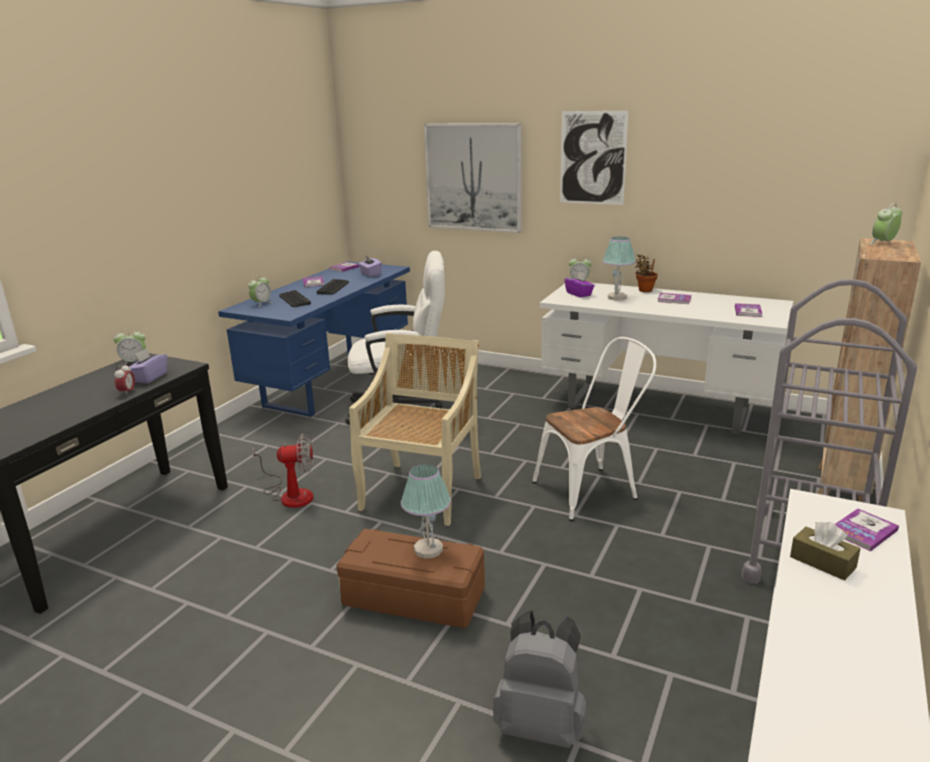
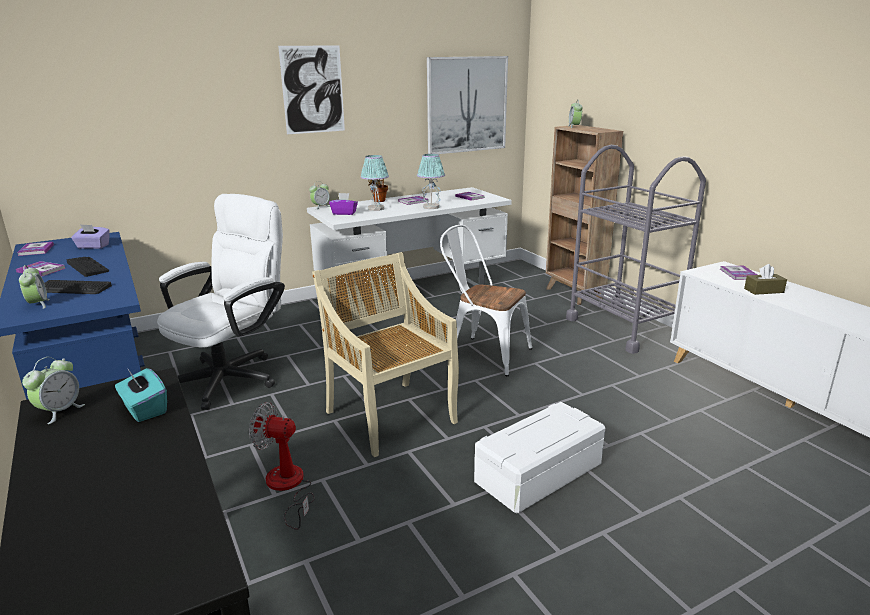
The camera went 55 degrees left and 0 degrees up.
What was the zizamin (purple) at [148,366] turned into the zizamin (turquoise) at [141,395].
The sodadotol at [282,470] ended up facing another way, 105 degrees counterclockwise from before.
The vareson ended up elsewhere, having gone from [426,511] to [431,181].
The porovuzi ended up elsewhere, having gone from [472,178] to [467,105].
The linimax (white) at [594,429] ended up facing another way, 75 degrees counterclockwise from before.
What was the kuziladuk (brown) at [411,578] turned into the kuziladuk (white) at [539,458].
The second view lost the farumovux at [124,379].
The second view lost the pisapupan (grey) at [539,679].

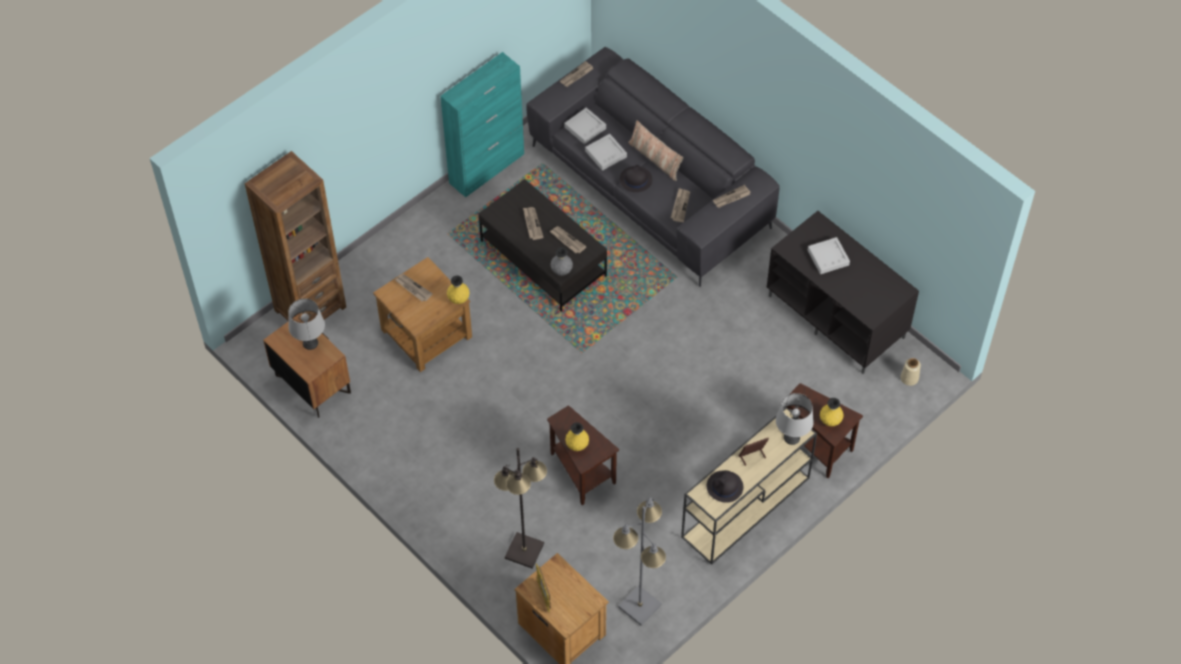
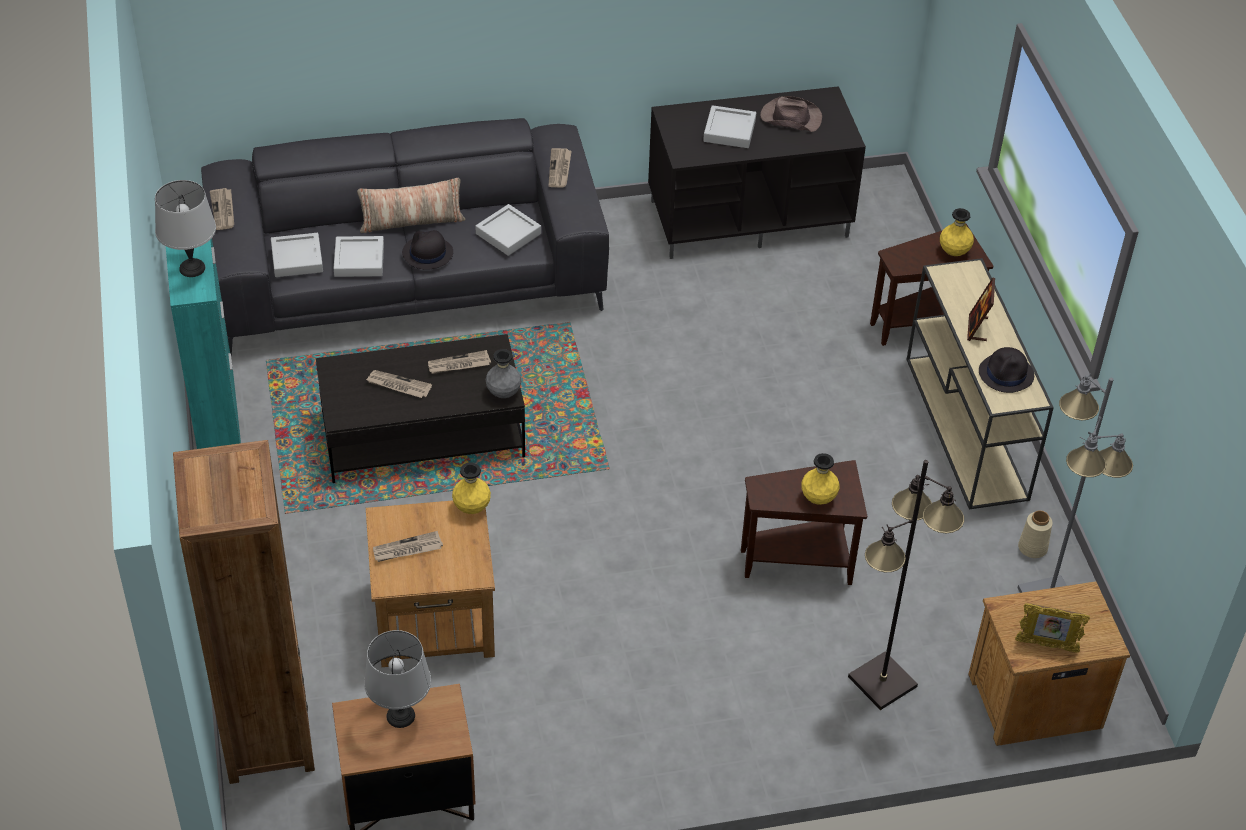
The camera went 60 degrees left and 10 degrees down.
The vareson (grey) ended up elsewhere, having gone from [795,419] to [185,228].
Where the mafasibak stood at [680,205], the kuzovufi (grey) came to stand at [508,230].
The second view gained the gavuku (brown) at [791,114].
The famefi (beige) ended up elsewhere, having gone from [911,372] to [1035,534].

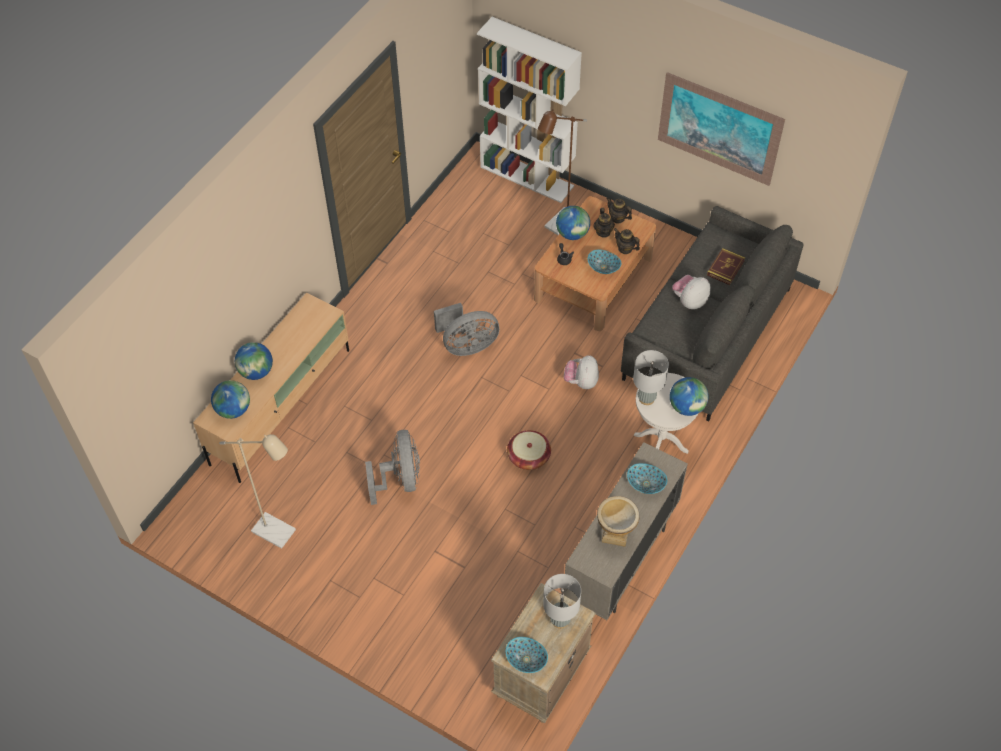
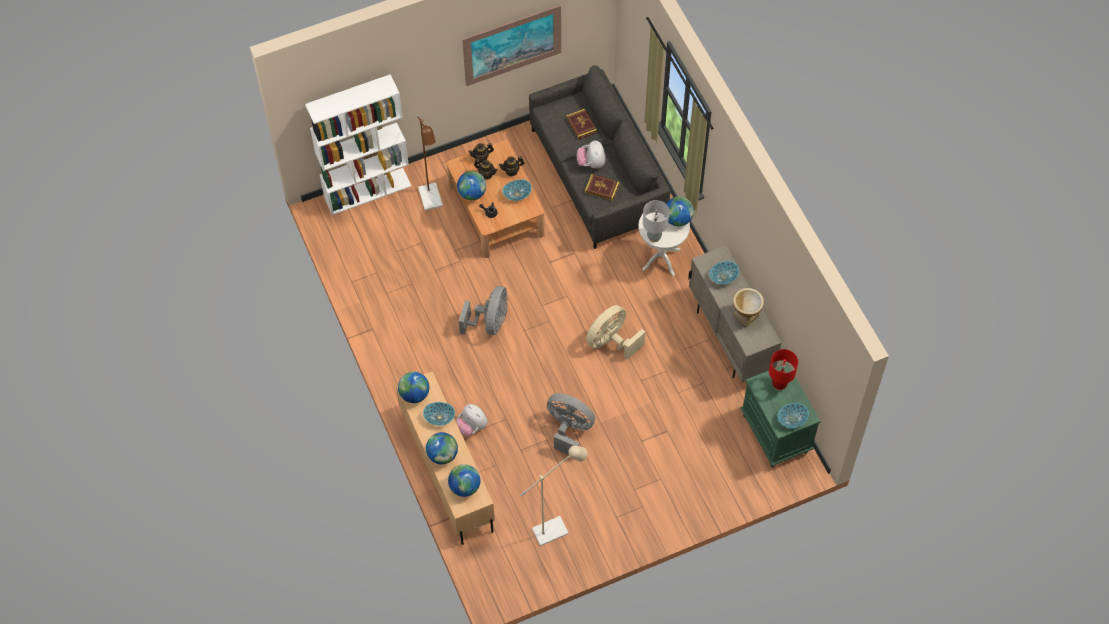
The camera went 55 degrees left and 5 degrees up.
The second view gained the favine at [413,387].
The second view gained the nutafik at [439,414].
The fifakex ended up elsewhere, having gone from [581,372] to [472,420].
The second view gained the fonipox at [602,187].
Where the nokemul stood at [529,450], the sodadotol (beige) came to stand at [616,332].
What was the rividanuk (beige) at [543,653] turned into the rividanuk (green) at [780,415].
What was the vareson (grey) at [562,601] turned into the vareson (red) at [783,370].

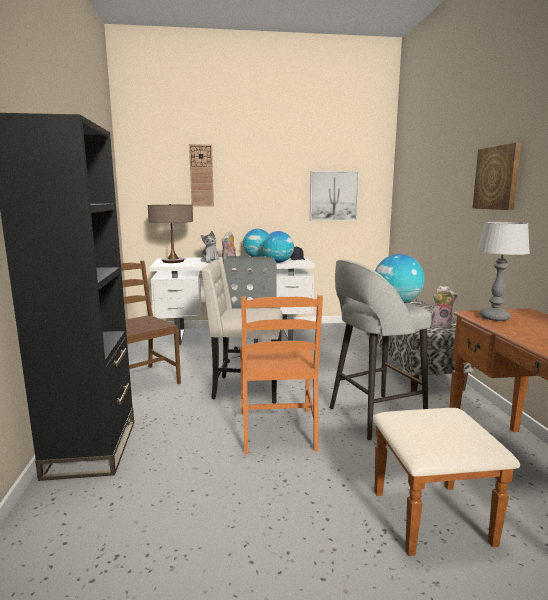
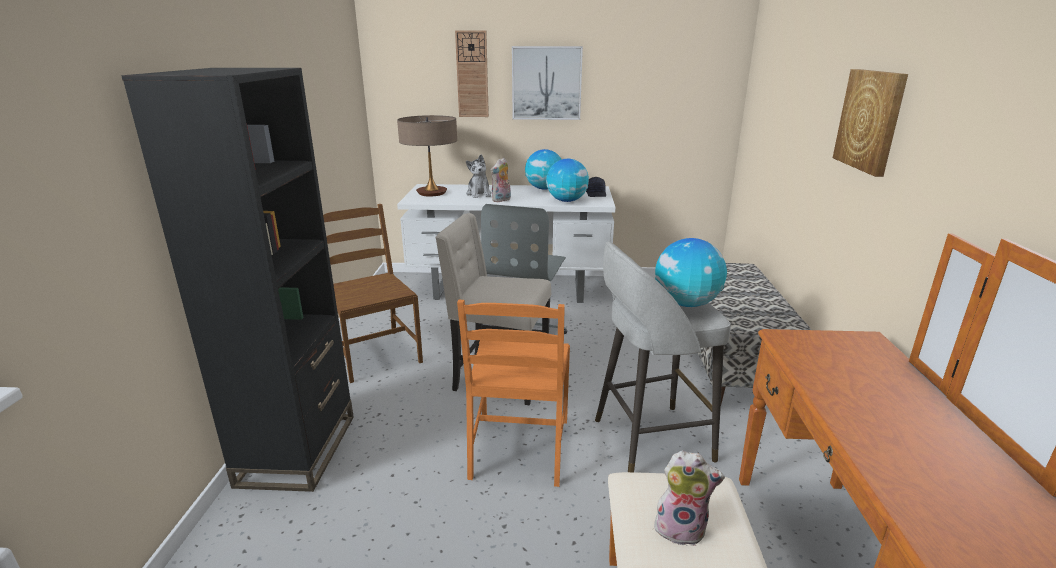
The camera went 10 degrees right and 10 degrees up.
The porovuzi ended up elsewhere, having gone from [334,196] to [547,83].
The fifakex ended up elsewhere, having gone from [444,307] to [689,498].
The second view lost the vareson at [503,271].

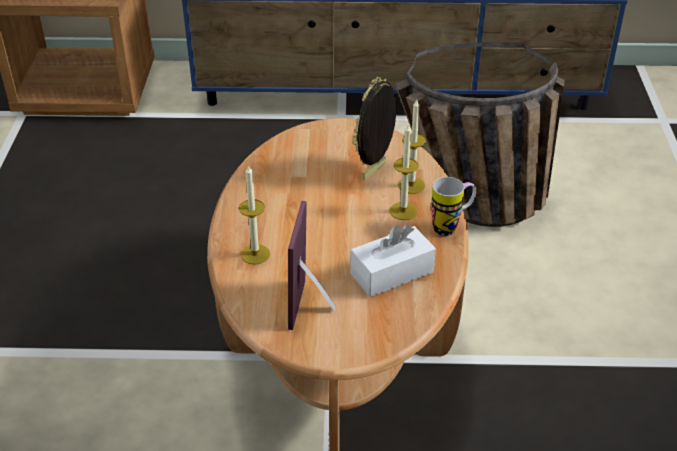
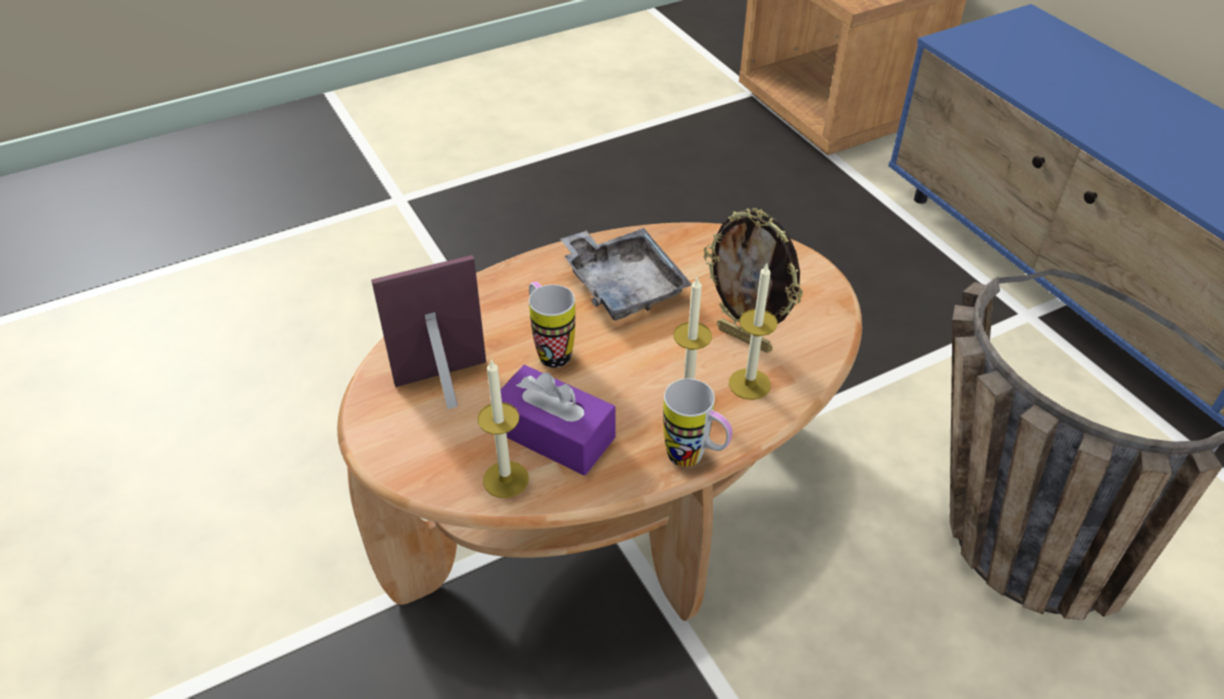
The camera went 60 degrees right and 5 degrees up.
The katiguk ended up elsewhere, having gone from [254,214] to [503,428].
What was the zizamin (white) at [393,260] turned into the zizamin (purple) at [558,420].
The second view gained the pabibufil at [552,325].
The second view gained the kuzovufi (grey) at [626,274].
The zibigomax at [374,129] ended up facing another way, 150 degrees counterclockwise from before.

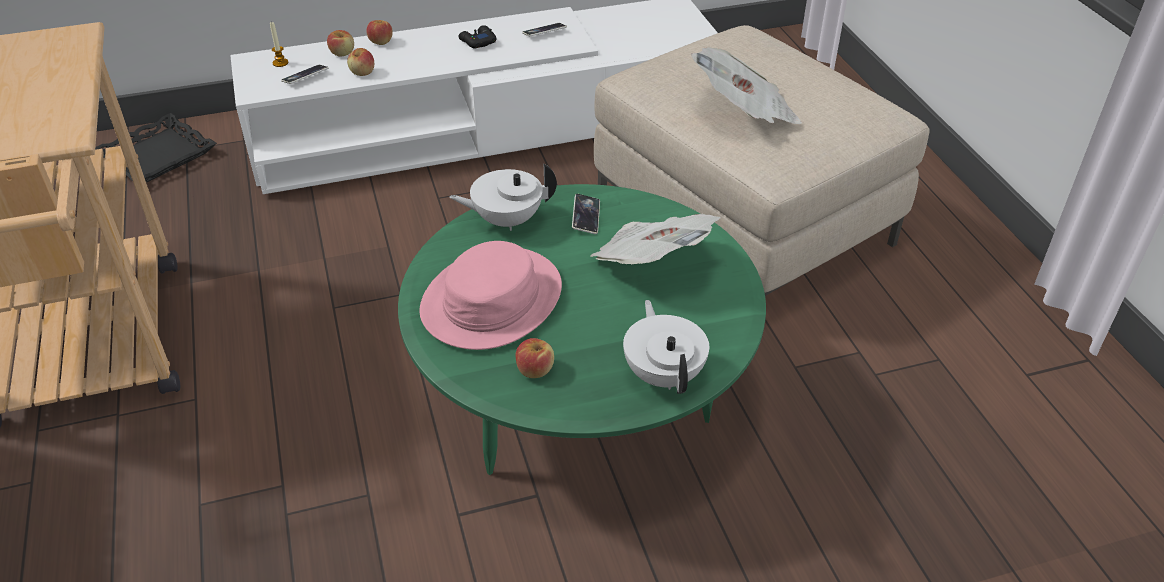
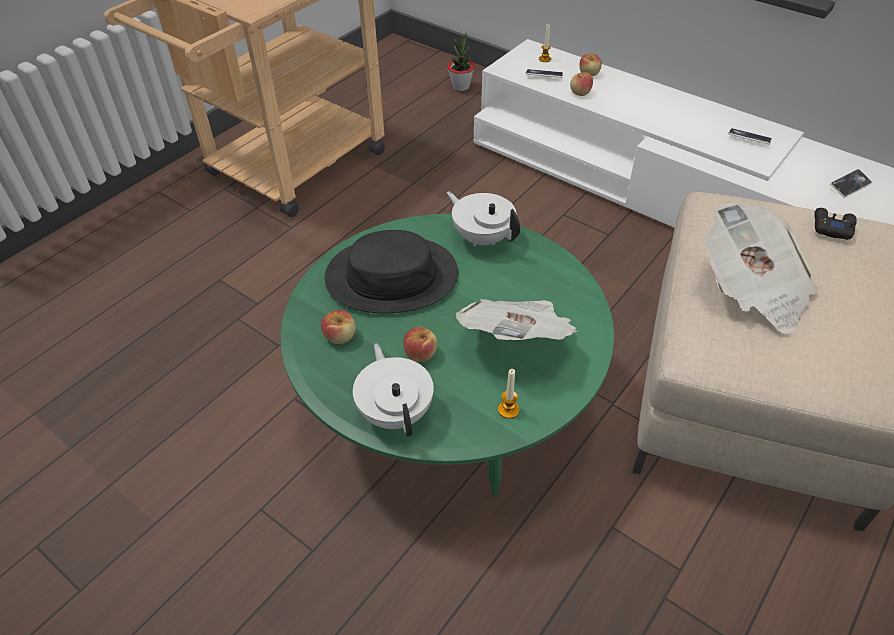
The camera went 55 degrees right and 5 degrees up.
What was the gavuku (pink) at [491,295] turned into the gavuku (black) at [391,271].
The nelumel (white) at [666,347] ended up facing another way, 60 degrees counterclockwise from before.
The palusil ended up elsewhere, having gone from [379,32] to [420,344].
Where the kuzovufi (black) stood at [156,148], the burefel came to stand at [461,61].
The second view gained the katiguk at [508,394].
The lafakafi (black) ended up elsewhere, having gone from [477,36] to [835,224].
The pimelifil ended up elsewhere, having gone from [586,214] to [851,183].

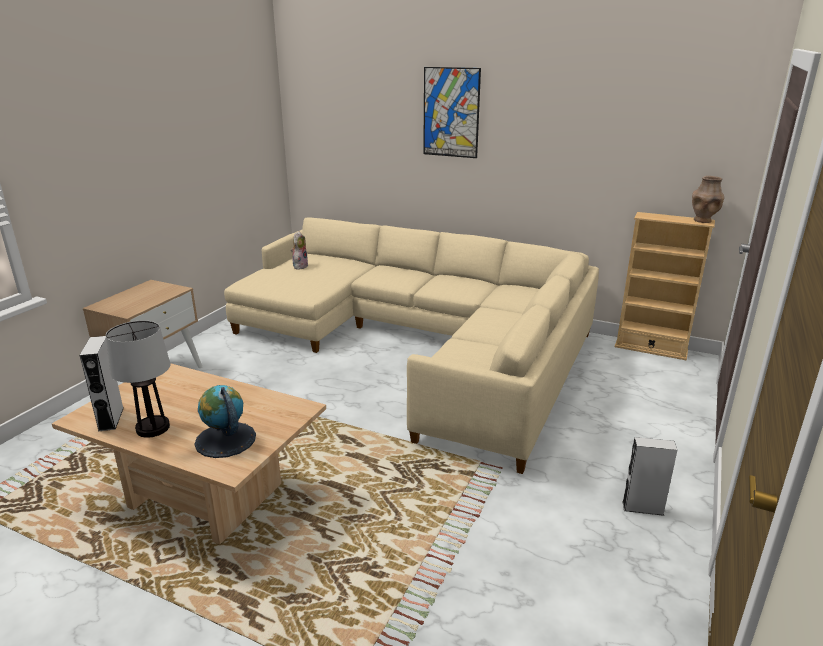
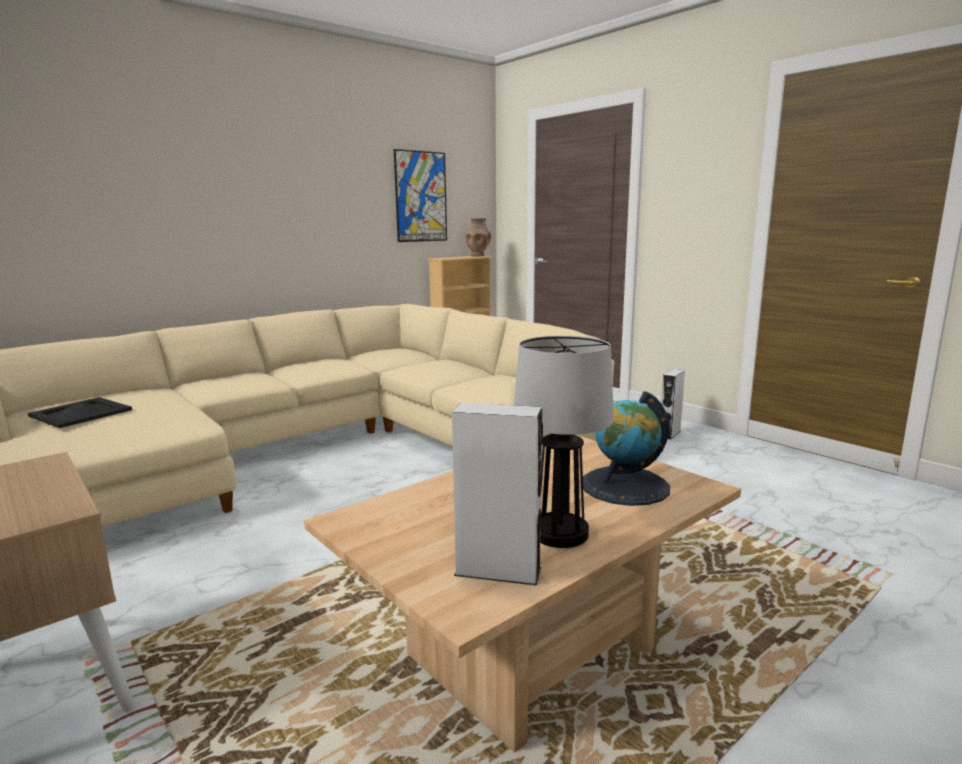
The camera went 65 degrees left and 10 degrees down.
Where the fifakex stood at [299,250], the kuzovufi (black) came to stand at [80,412].
The porovuzi ended up elsewhere, having gone from [452,112] to [420,195].

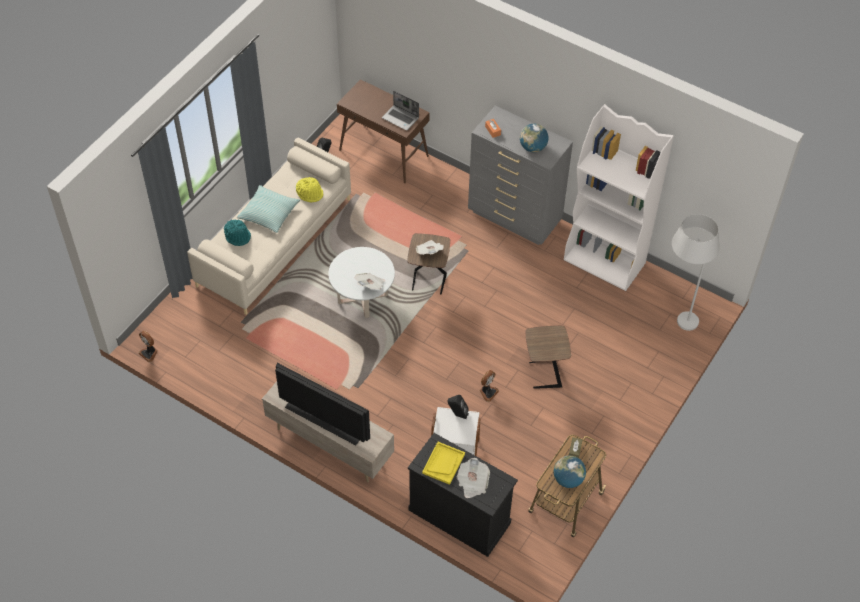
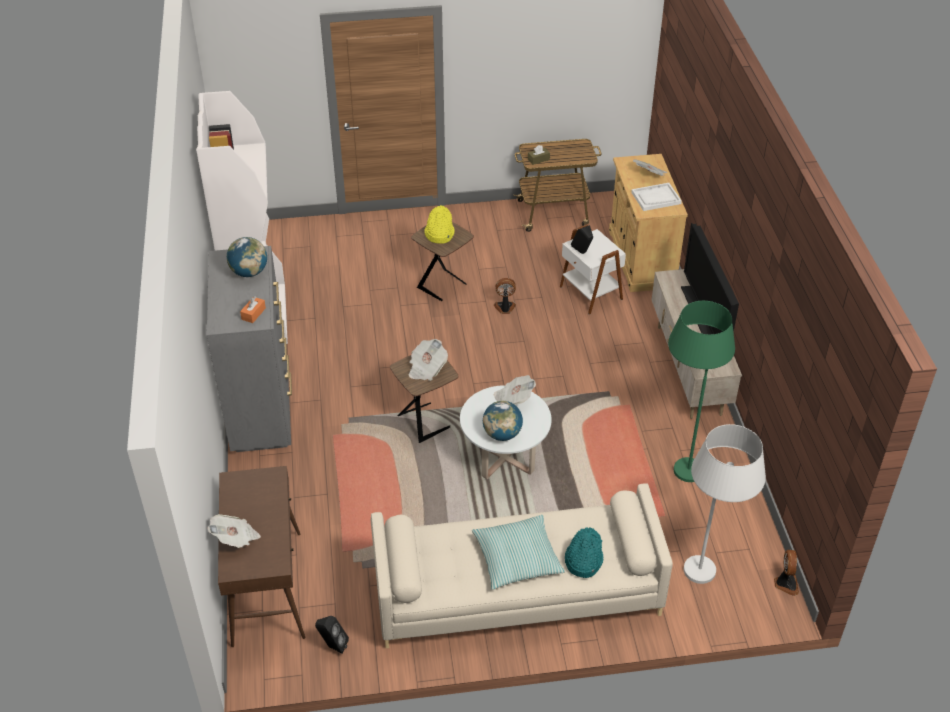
The camera went 130 degrees left and 10 degrees down.
The second view gained the mafasibak at [234,531].
The gavuku (yellow) ended up elsewhere, having gone from [309,189] to [439,224].
The favine ended up elsewhere, having gone from [570,472] to [503,421].
What was the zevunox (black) at [463,495] turned into the zevunox (beige) at [648,223].
What was the kuzovufi (yellow) at [443,463] turned into the kuzovufi (white) at [656,197].
The second view gained the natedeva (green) at [701,391].
The natedeva (white) ended up elsewhere, having gone from [696,272] to [725,504].
The second view lost the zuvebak at [400,111].

